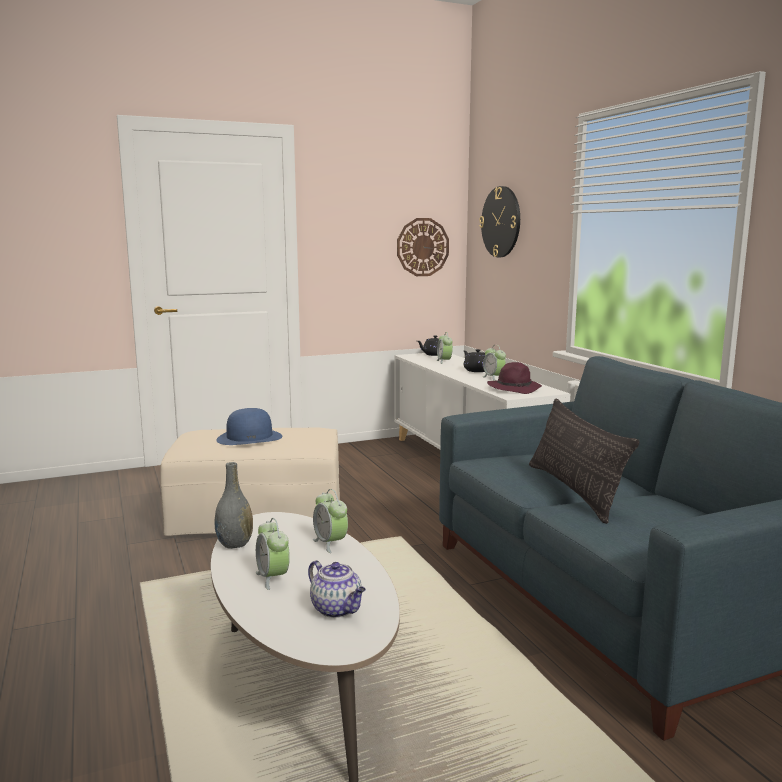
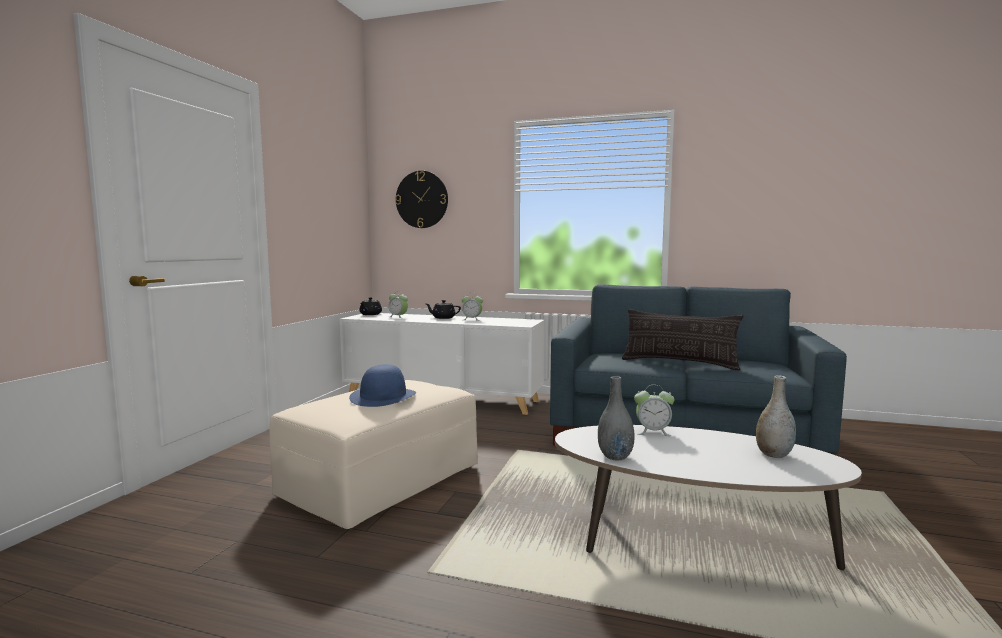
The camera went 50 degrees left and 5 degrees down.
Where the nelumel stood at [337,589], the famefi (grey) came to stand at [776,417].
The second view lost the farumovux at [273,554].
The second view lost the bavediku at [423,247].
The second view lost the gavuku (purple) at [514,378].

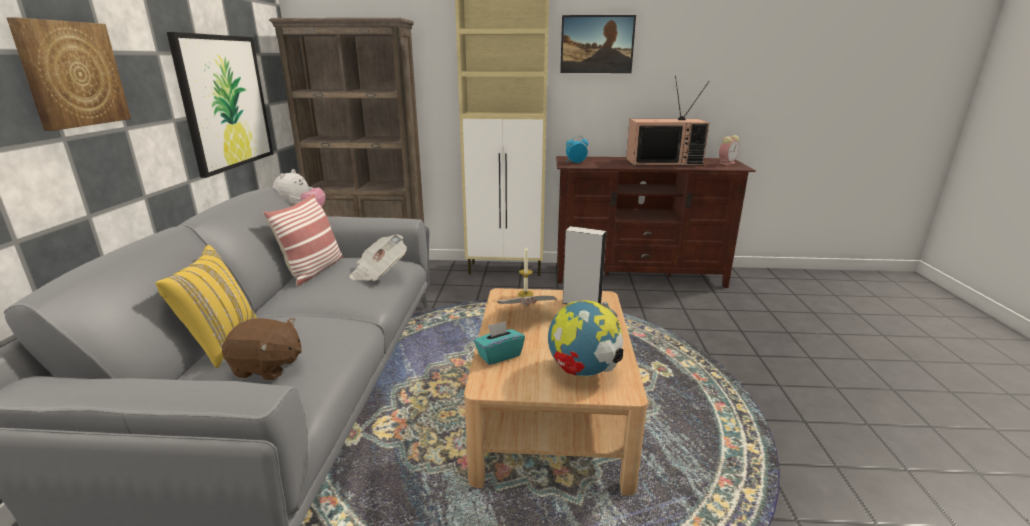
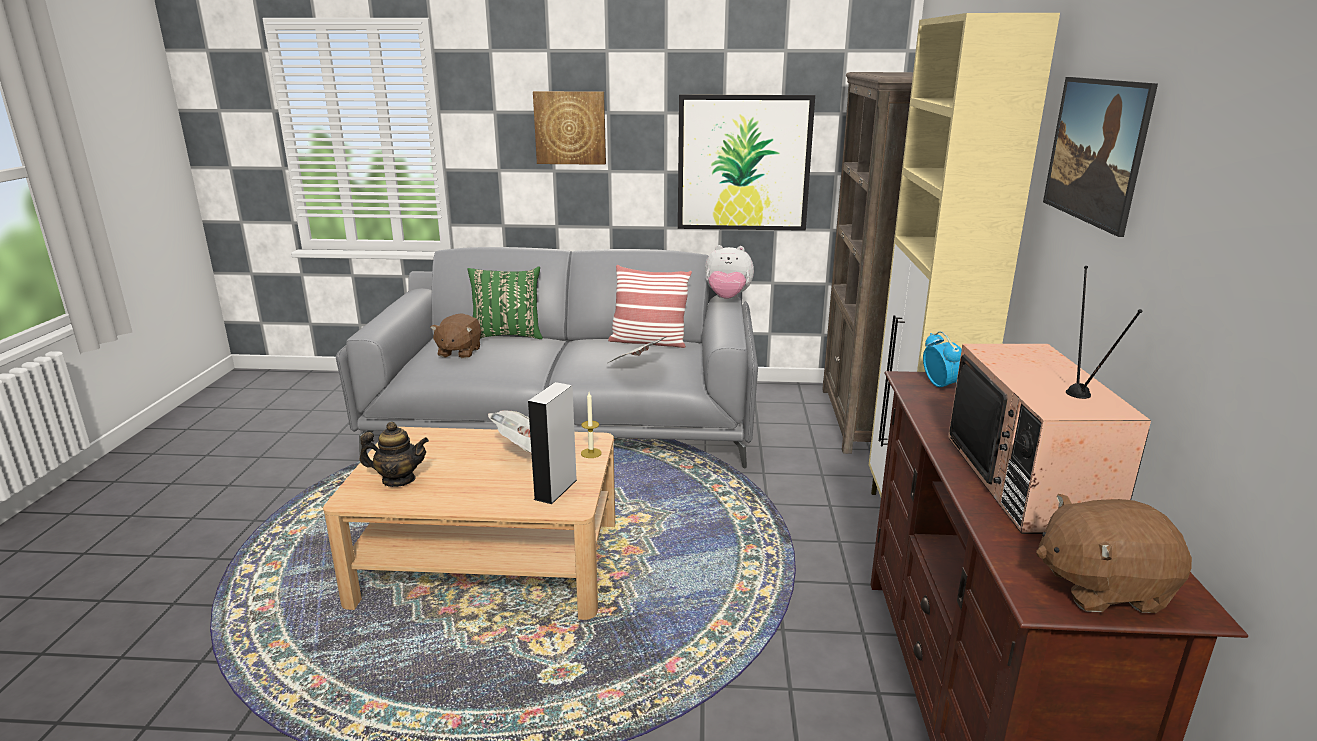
The camera went 90 degrees right and 0 degrees up.
Where the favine stood at [585,338], the nelumel came to stand at [394,454].
What was the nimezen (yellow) at [206,306] turned into the nimezen (green) at [505,303].
Where the farumovux stood at [729,150], the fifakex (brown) came to stand at [1114,553].
The second view lost the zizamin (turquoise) at [499,343].

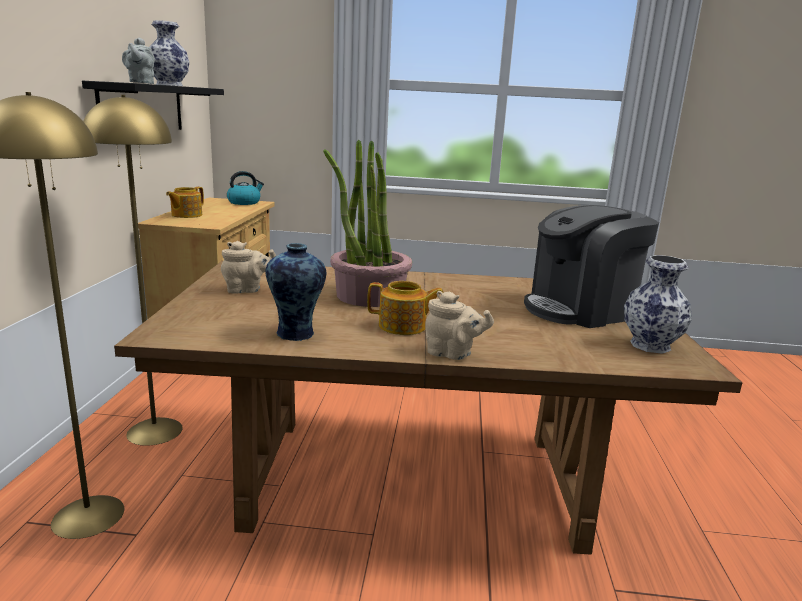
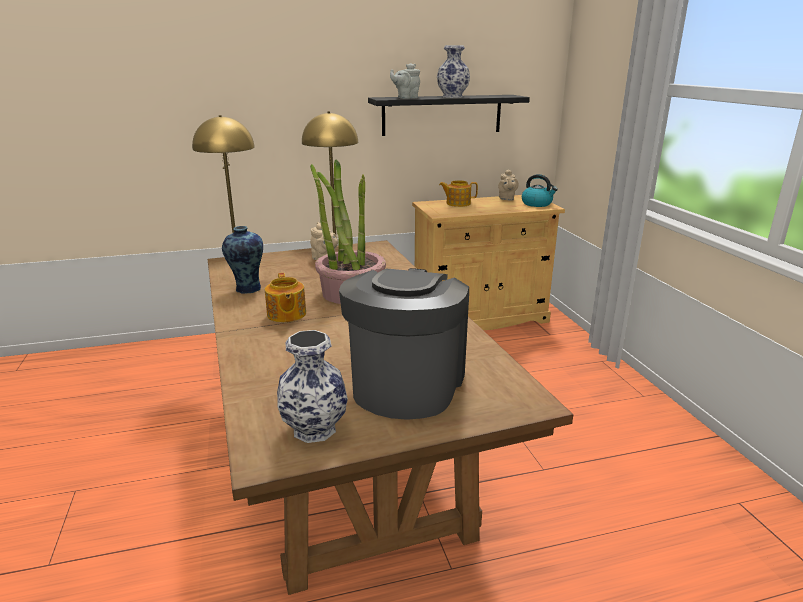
The camera went 70 degrees right and 5 degrees up.
The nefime at [591,266] ended up facing another way, 60 degrees clockwise from before.
The nelumel (beige) ended up elsewhere, having gone from [459,325] to [508,185].

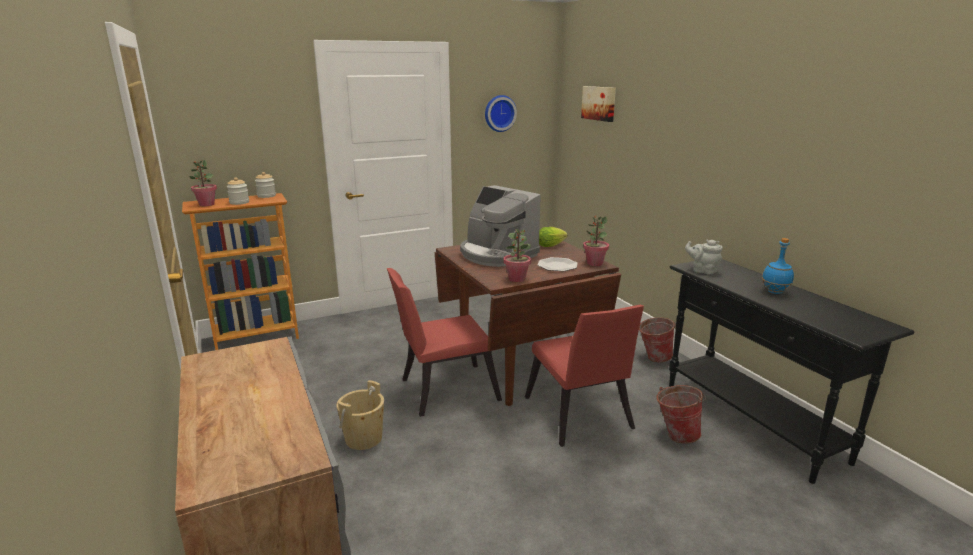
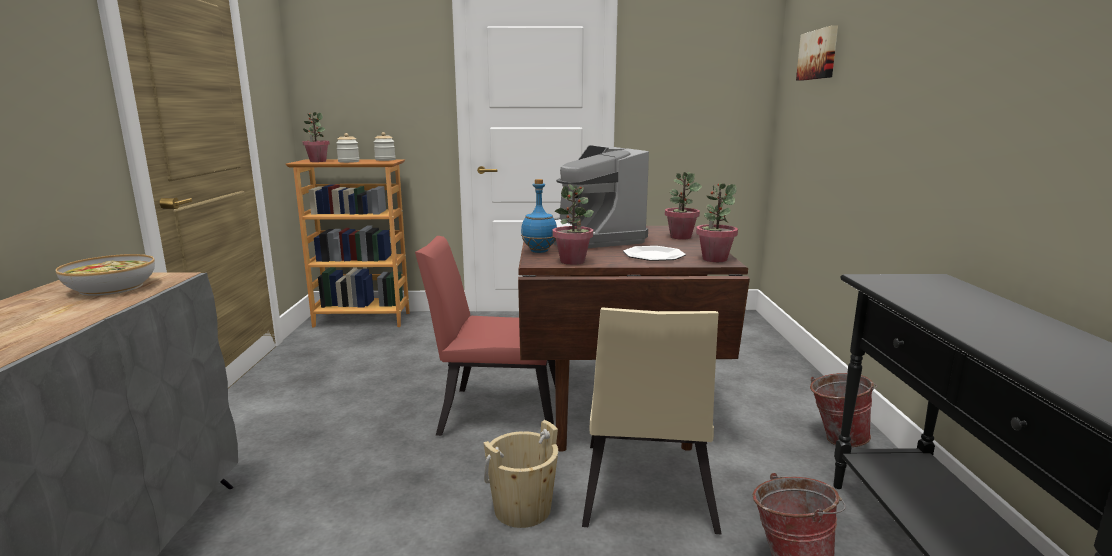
The camera went 25 degrees right and 5 degrees down.
The second view gained the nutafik at [105,275].
The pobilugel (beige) ended up elsewhere, having gone from [360,415] to [521,474].
The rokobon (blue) ended up elsewhere, having gone from [778,266] to [539,216].
What was the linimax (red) at [584,376] turned into the linimax (beige) at [652,420].
Where the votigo stood at [553,237], the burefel came to stand at [683,206].
The second view lost the bavediku at [501,113].
The second view lost the nelumel (grey) at [704,257].

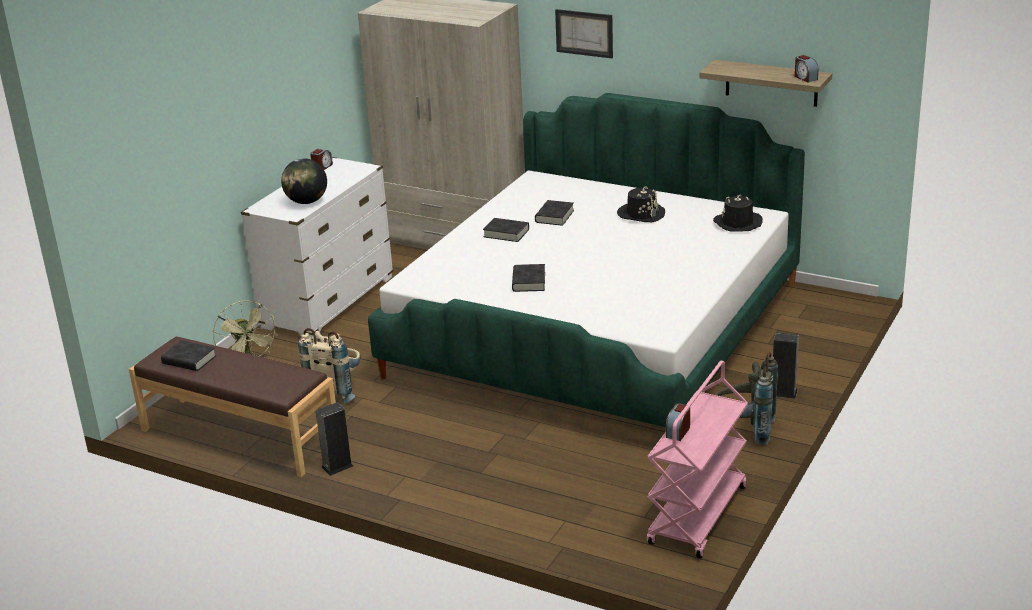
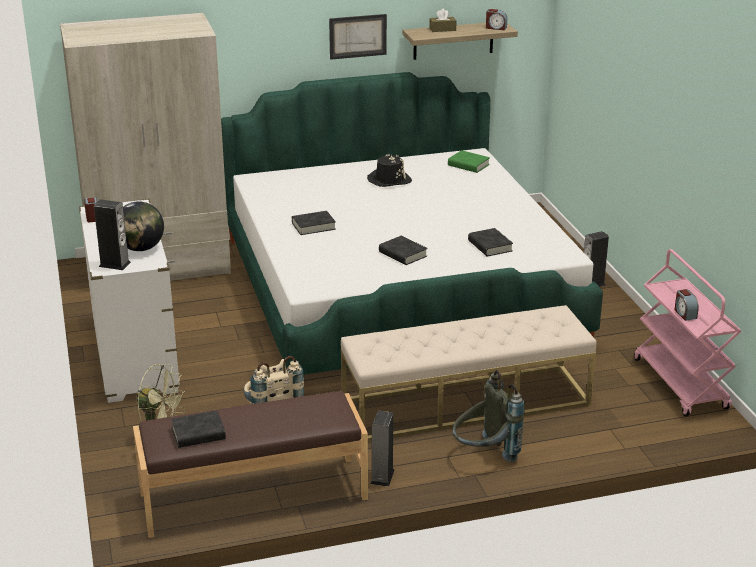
The camera went 45 degrees left and 0 degrees up.
The second view gained the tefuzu at [112,234].
The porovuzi ended up elsewhere, having gone from [584,33] to [358,37].
The second view gained the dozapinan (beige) at [469,373].
The second view gained the zizamin (brown) at [443,20].
Where the gavuku (black) stood at [738,213], the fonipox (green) came to stand at [469,161].
The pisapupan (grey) ended up elsewhere, having gone from [746,398] to [489,416].
The fonipox (black) ended up elsewhere, having gone from [554,213] to [490,242].

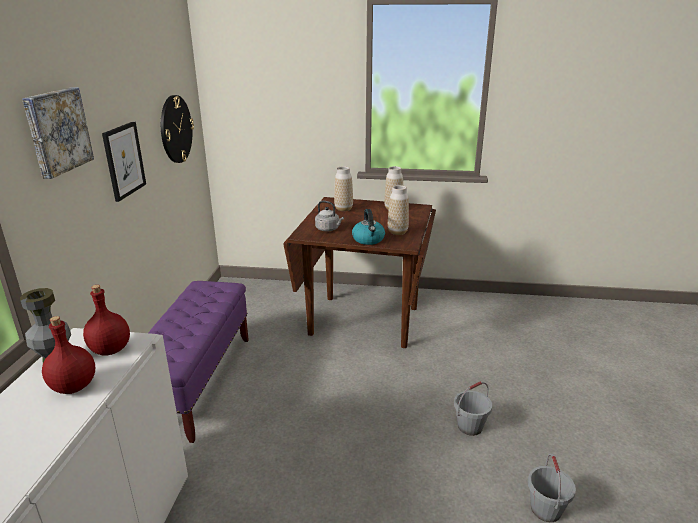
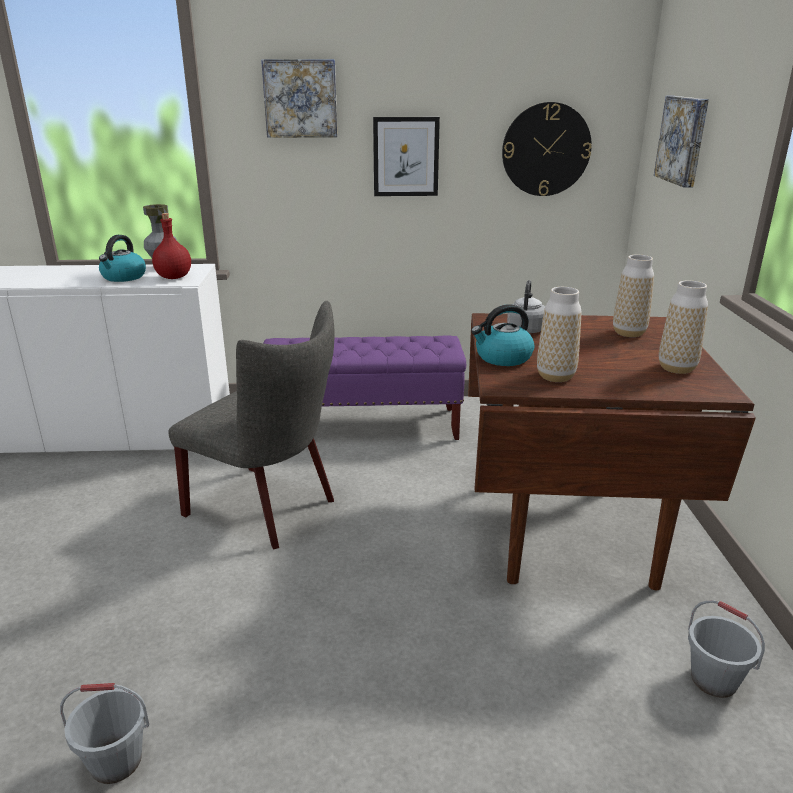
The camera went 80 degrees right and 0 degrees up.
Where the rokobon (red) stood at [68,355], the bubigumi came to stand at [122,258].
The second view gained the linimax (grey) at [251,425].
The second view gained the porovuzi at [681,141].
The pobilugel (grey) ended up elsewhere, having gone from [473,409] to [726,649].

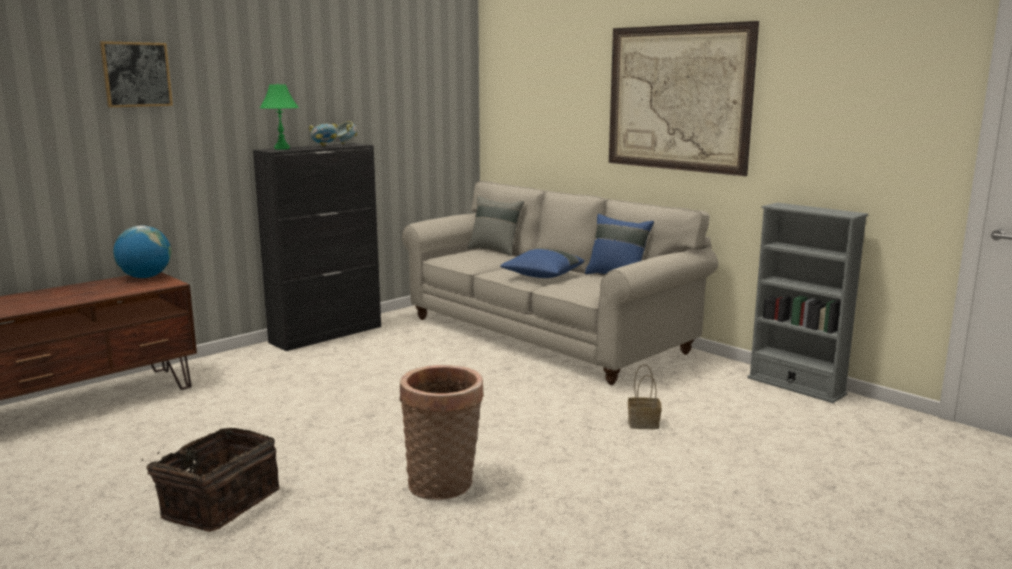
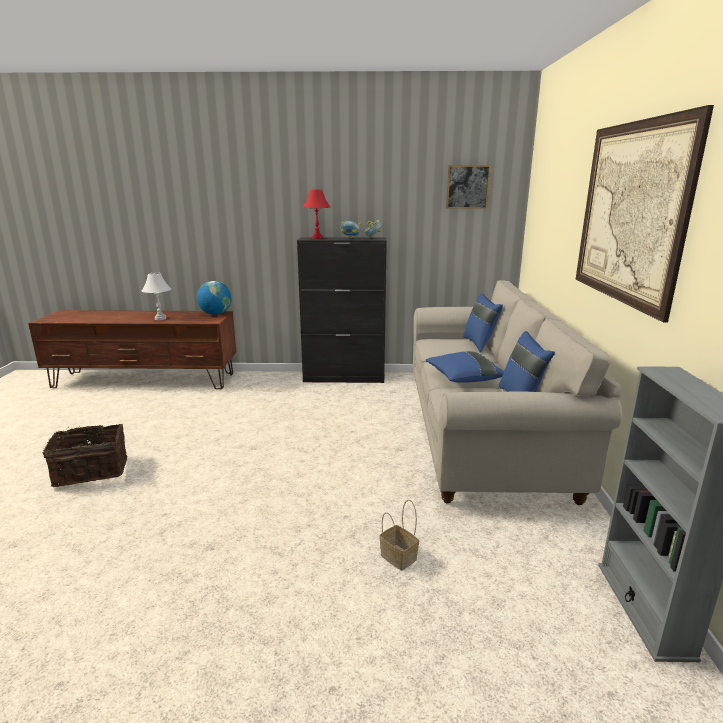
The camera went 45 degrees right and 5 degrees up.
The second view gained the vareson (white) at [156,296].
What was the vareson (green) at [279,117] turned into the vareson (red) at [316,214].
The porovuzi ended up elsewhere, having gone from [136,74] to [468,187].
What was the nimezen (grey) at [496,226] turned into the nimezen (blue) at [483,322].
The second view lost the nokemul at [441,432].

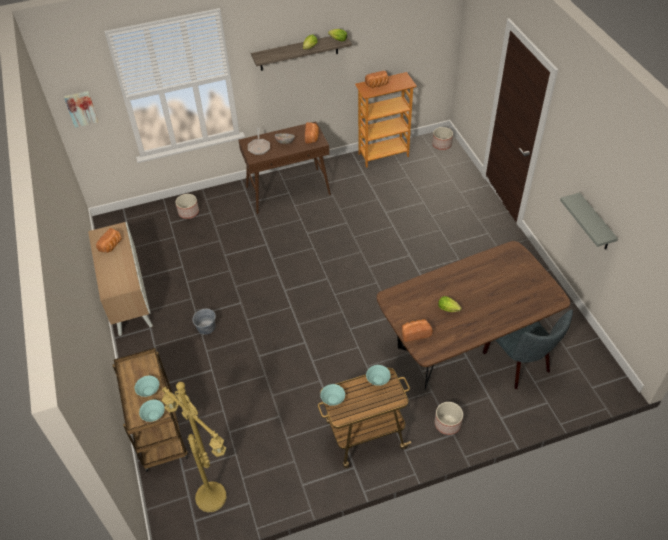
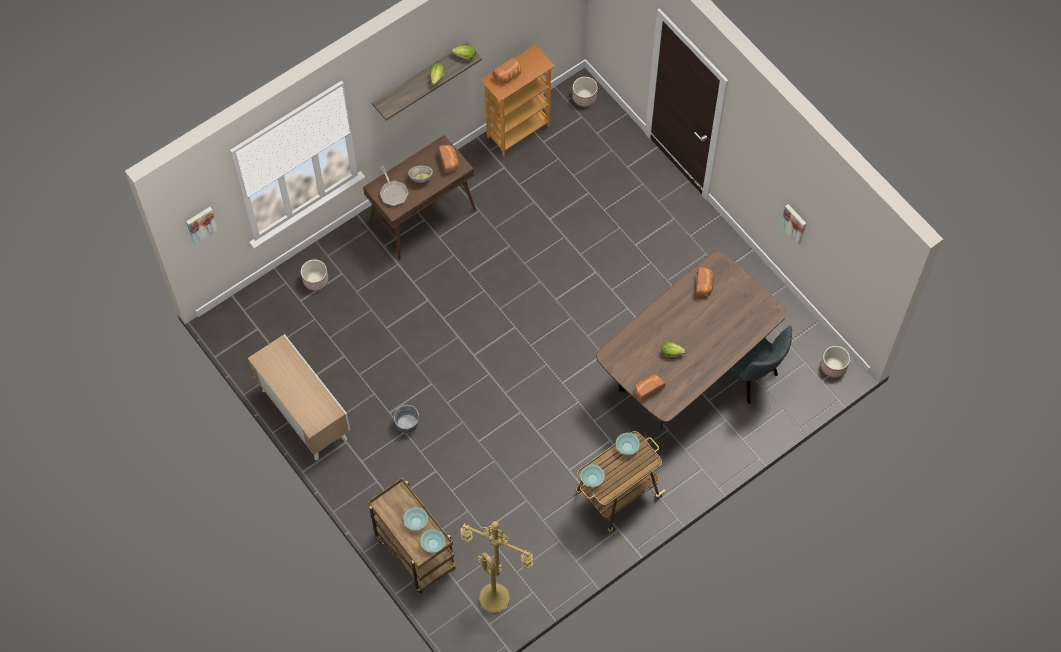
The camera went 20 degrees left and 15 degrees up.
The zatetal ended up elsewhere, having gone from [109,240] to [705,282].
Where the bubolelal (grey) hung at [589,221], the porovuzi came to hang at [793,224].
The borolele ended up elsewhere, having gone from [449,418] to [835,362].

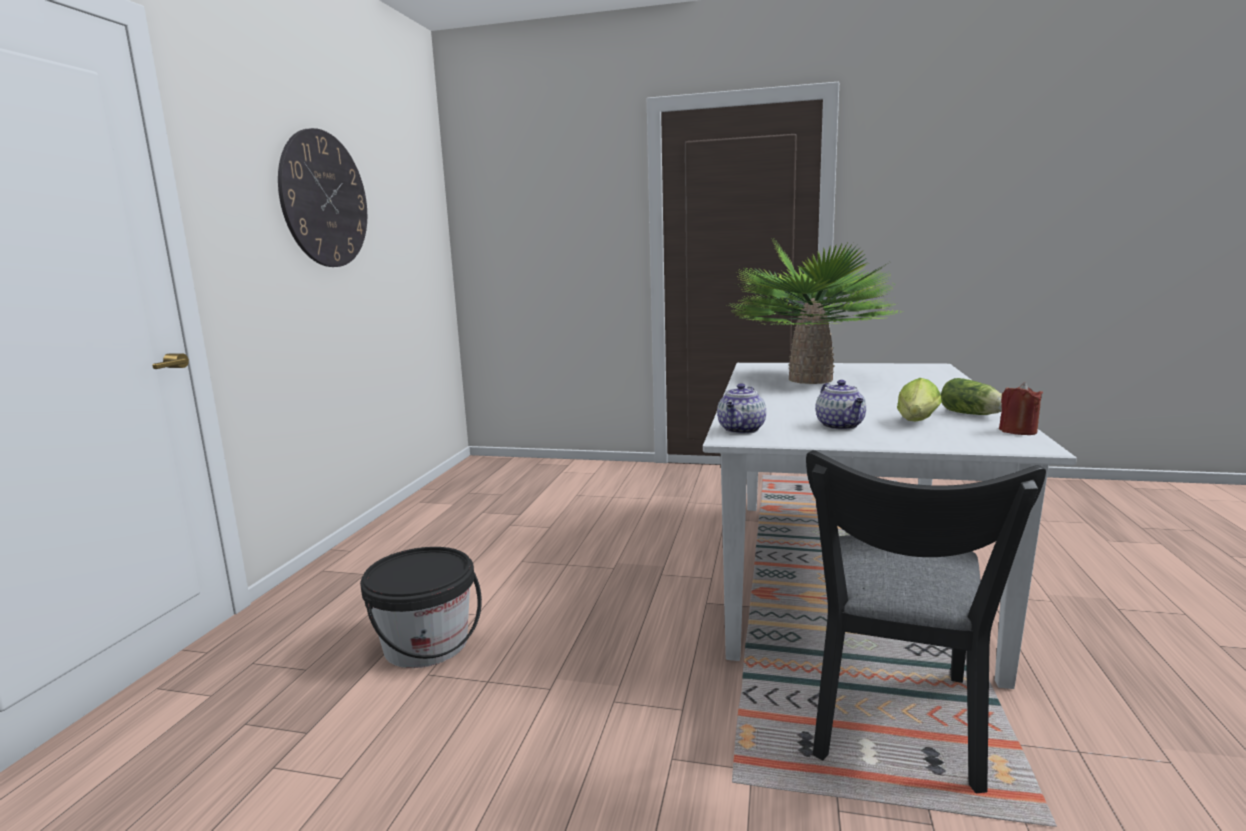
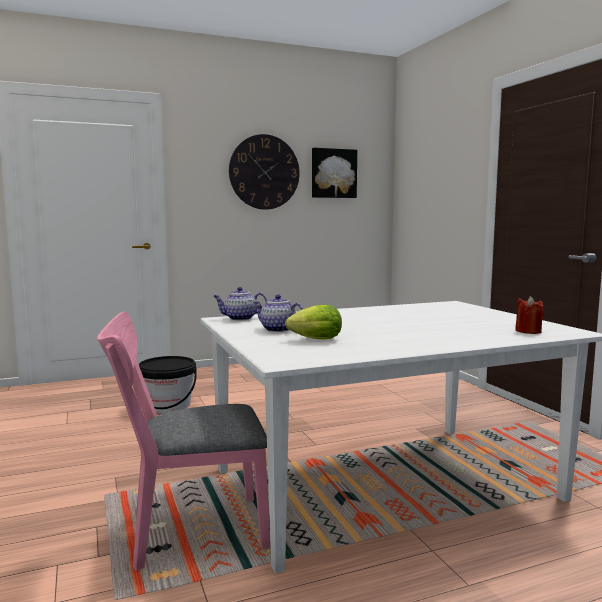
The camera went 55 degrees right and 5 degrees down.
What was the linimax (black) at [926,621] turned into the linimax (pink) at [183,441].
The nelumel at [840,405] ended up facing another way, 75 degrees clockwise from before.
The second view gained the porovuzi at [334,173].
The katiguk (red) ended up elsewhere, having gone from [1021,408] to [529,315].
The second view lost the burefel at [815,313].
The second view lost the votigo at [971,396].

